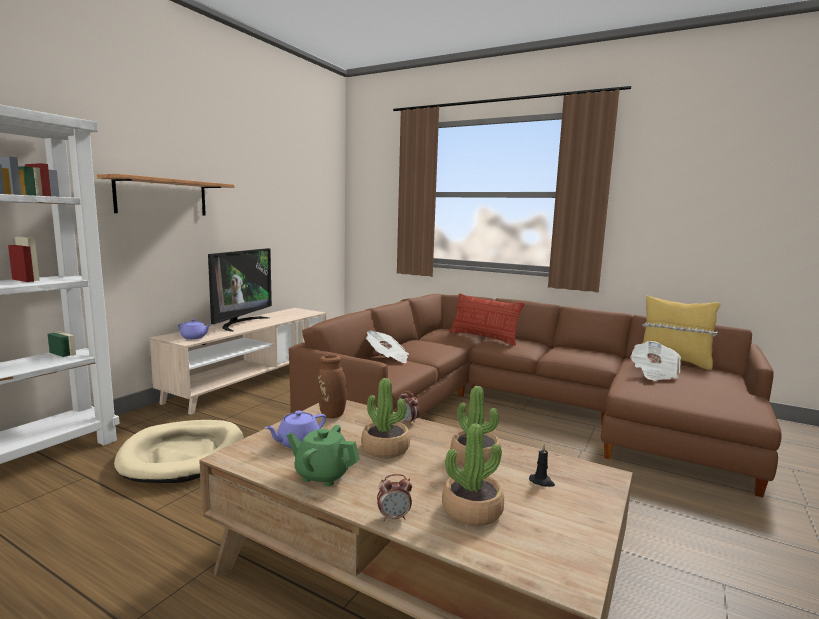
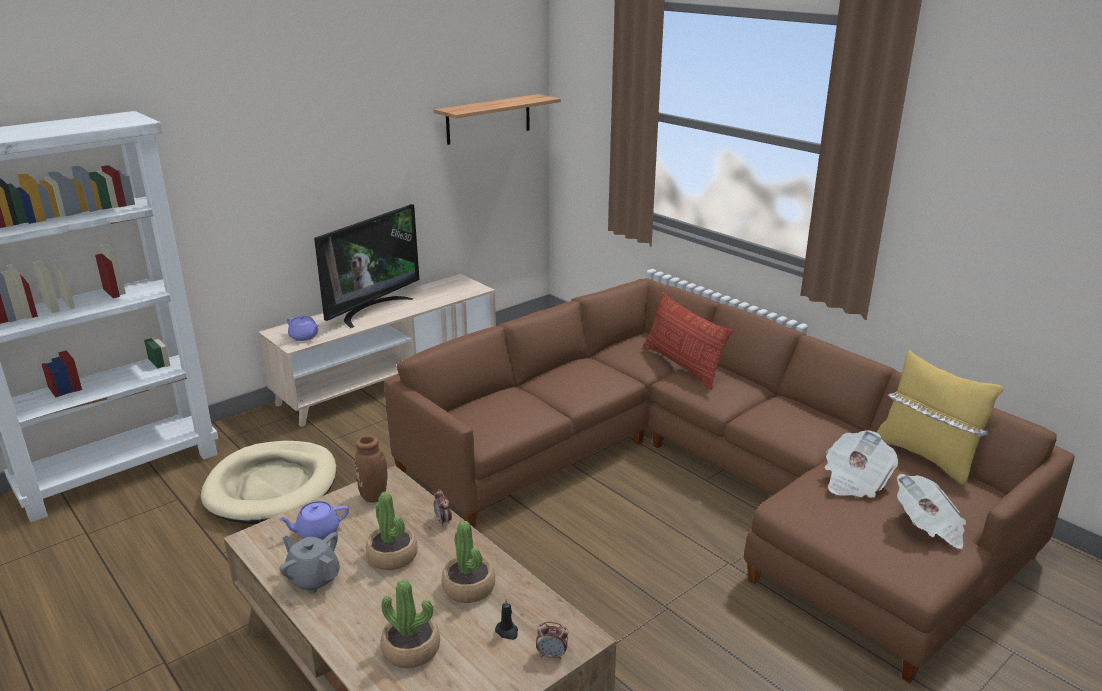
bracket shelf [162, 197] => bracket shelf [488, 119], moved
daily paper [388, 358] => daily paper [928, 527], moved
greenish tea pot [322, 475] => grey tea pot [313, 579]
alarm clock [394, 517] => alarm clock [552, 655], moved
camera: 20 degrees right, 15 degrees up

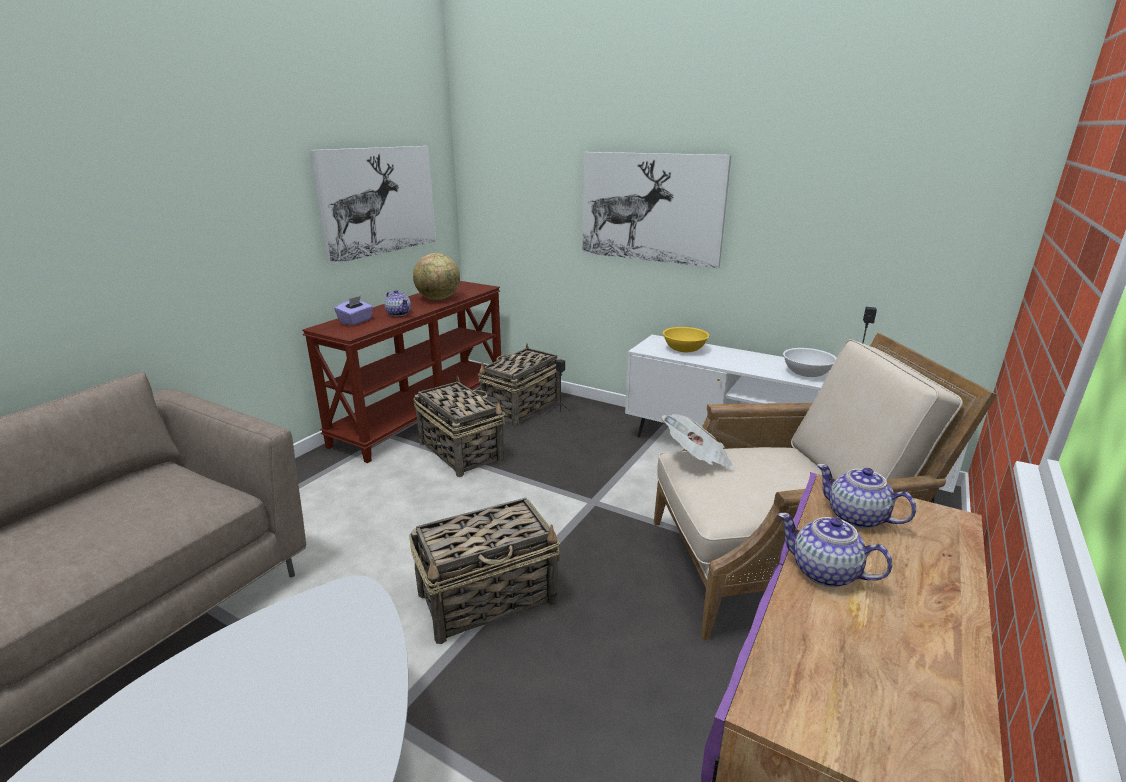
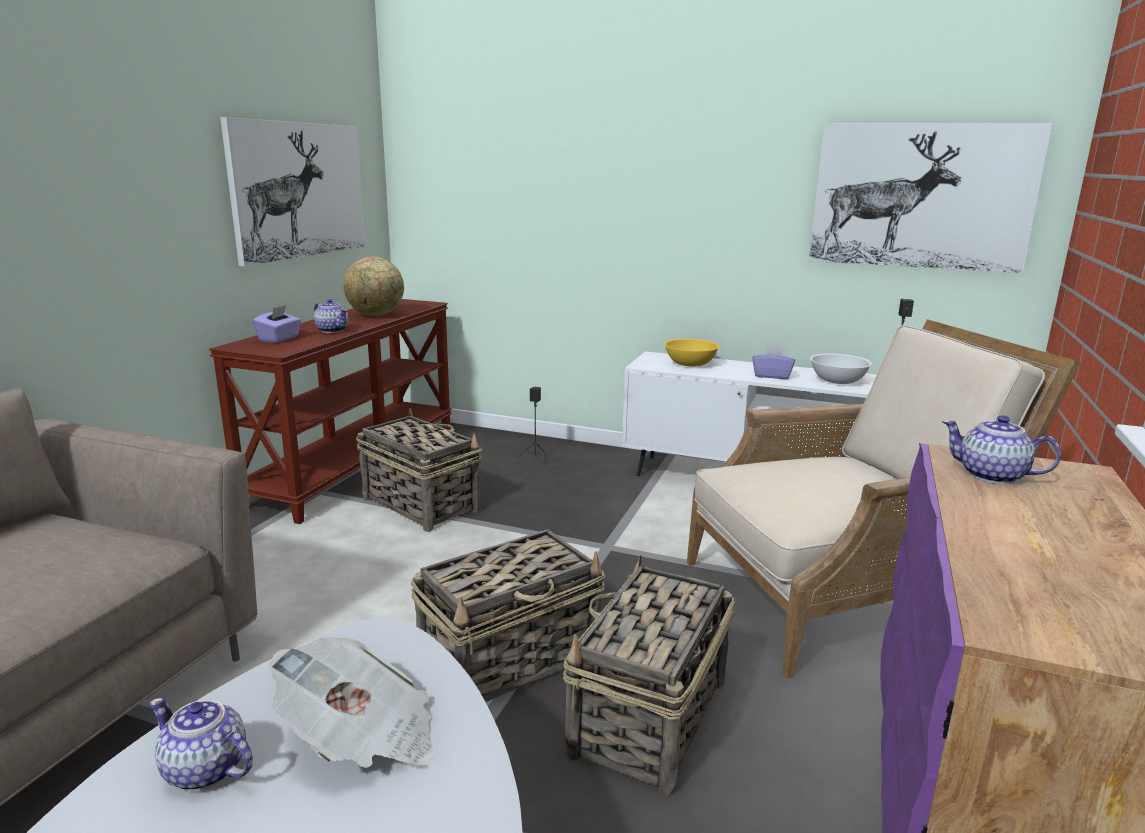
picture [651, 208] => picture [921, 196], moved
storage basket [521, 408] => storage basket [648, 719], moved
daily paper [697, 458] => daily paper [361, 738], moved
tea pot [825, 573] => tea pot [205, 770], moved
nothing => purple-coloured box of tissues [771, 375]
camera: 10 degrees left, 5 degrees down

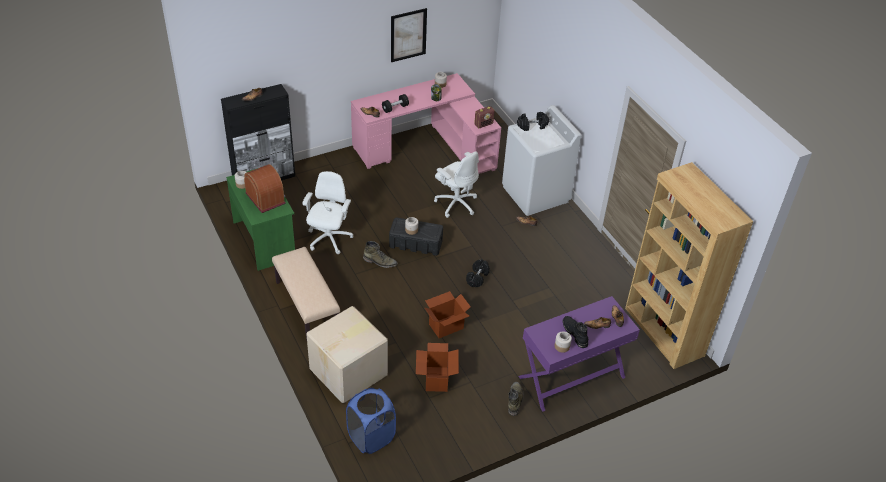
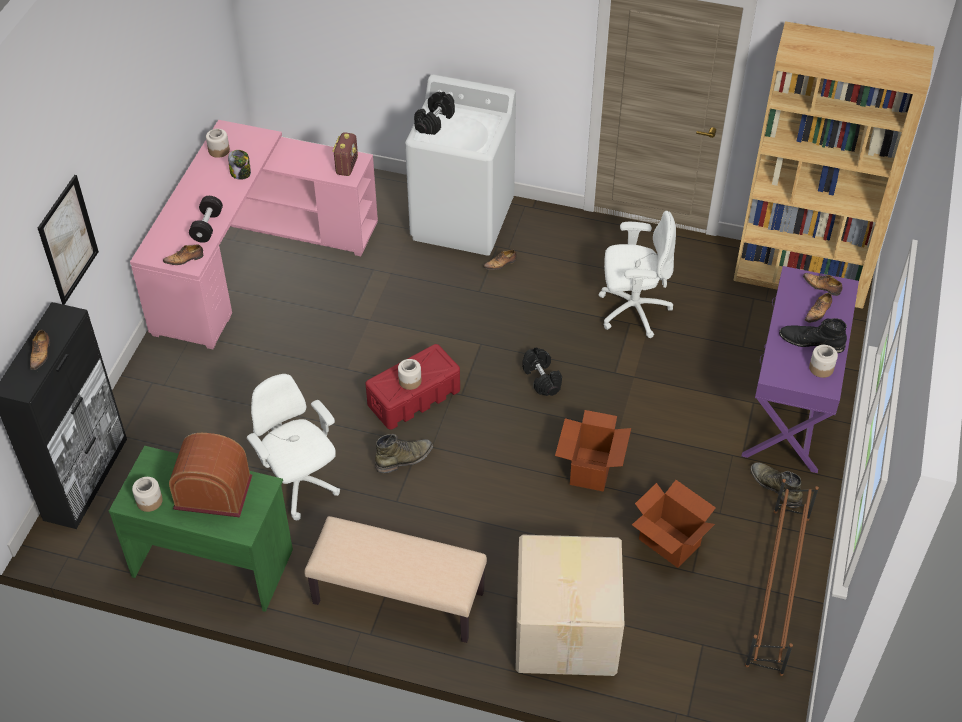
picture [408, 35] => picture [68, 240], moved
whitish computer chair [456, 203] => whitish computer chair [632, 310], moved
black-coloured storage container [416, 244] => red-coloured storage container [414, 397]
blue washing basket [371, 437] => nothing
nothing => brownish shoe rack [777, 590]
camera: 45 degrees left, 5 degrees up

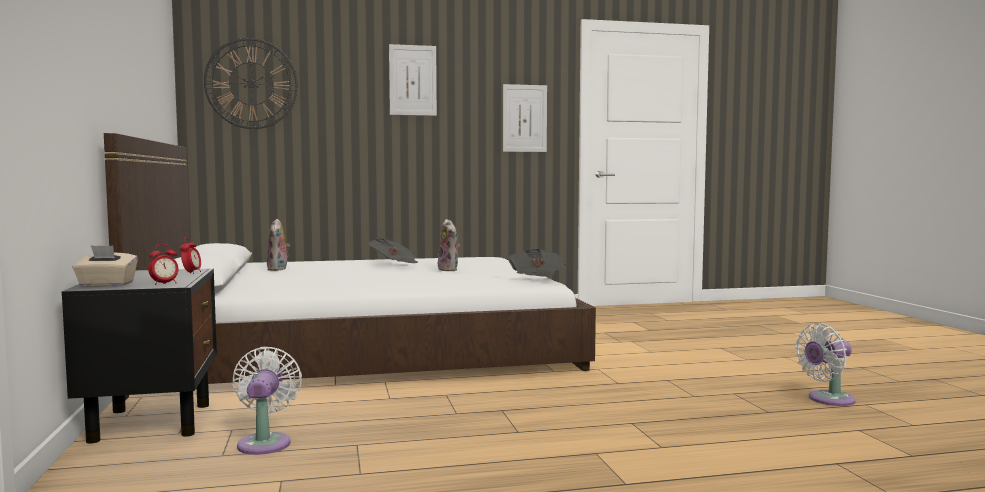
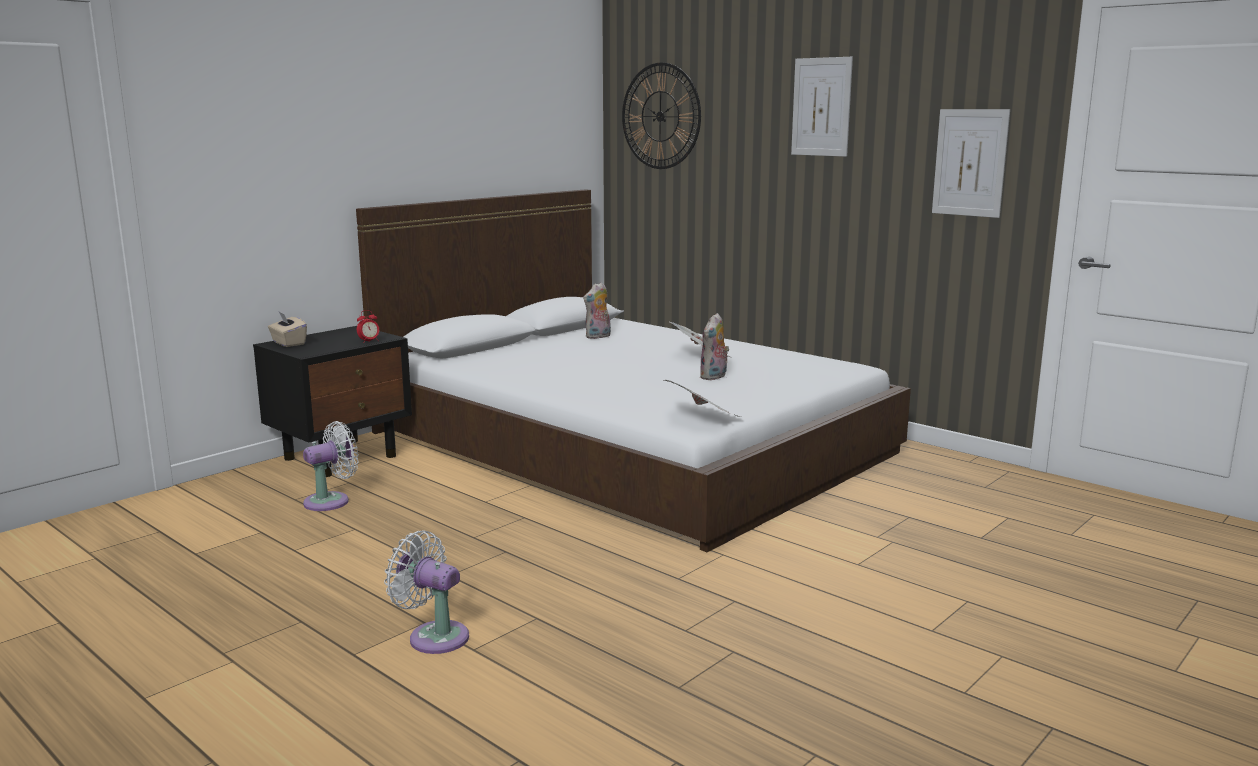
alarm clock [164, 284] => nothing
whitish electric fan [827, 400] => whitish electric fan [434, 636], moved
camera: 55 degrees right, 10 degrees up

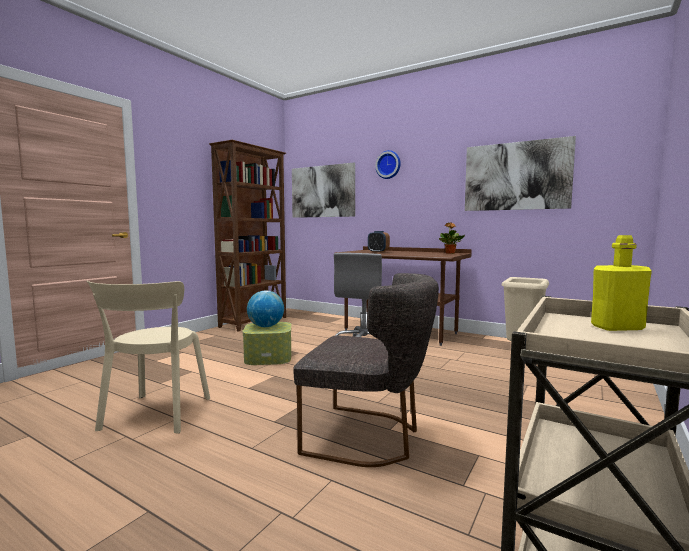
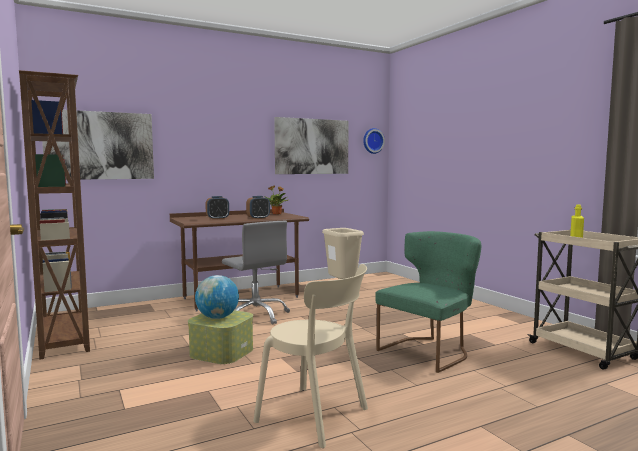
wall clock [388, 165] => wall clock [372, 141], moved
grey chair [369, 437] => greenish chair [429, 351]
nothing => alarm clock [258, 218]
camera: 60 degrees left, 0 degrees up

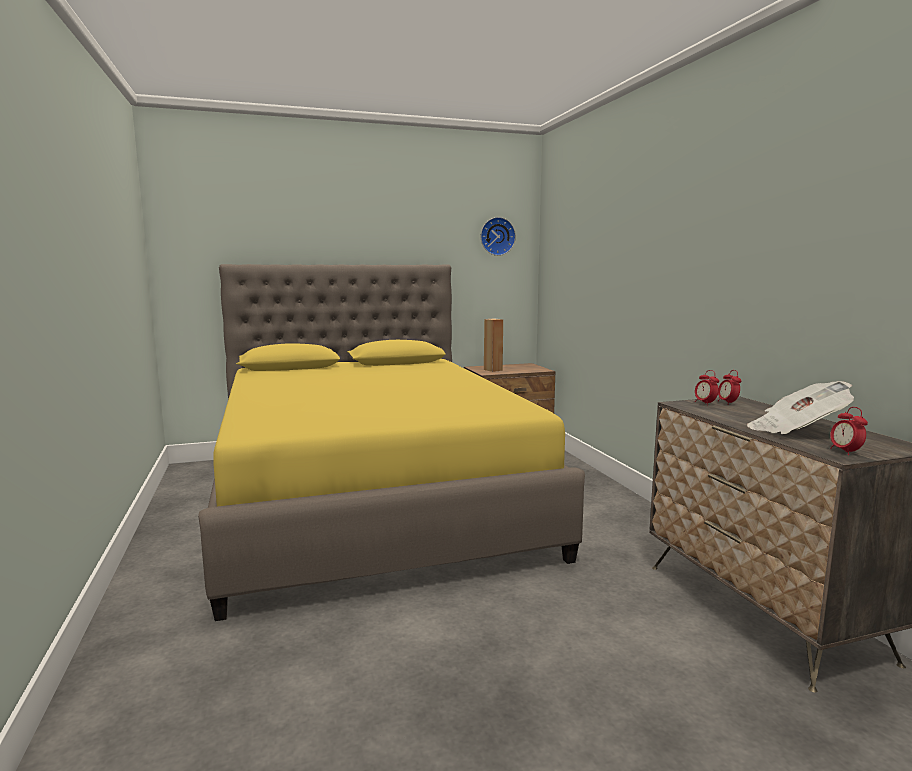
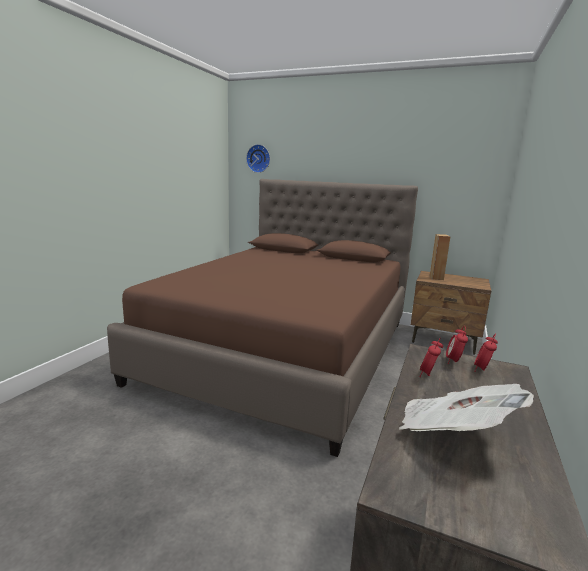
wall clock [497, 236] => wall clock [259, 158], moved
yellowish bedroom bed [371, 499] => brownish bedroom bed [285, 349]
alarm clock [845, 452] => alarm clock [428, 375], moved
camera: 40 degrees right, 5 degrees up

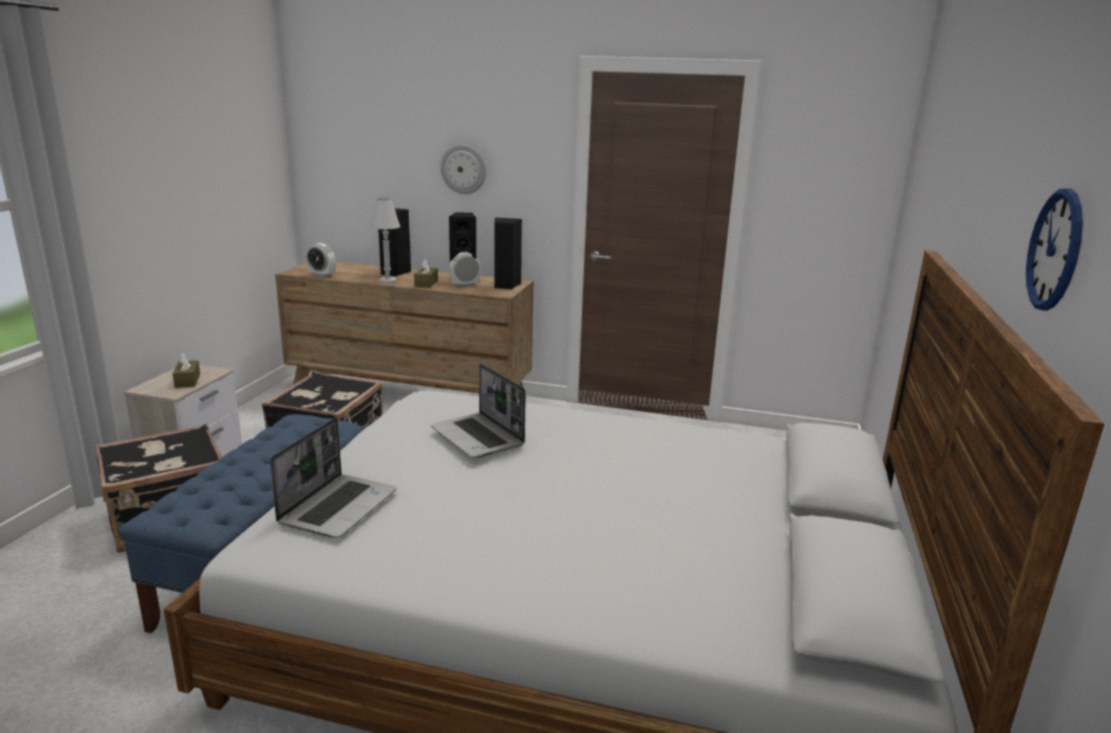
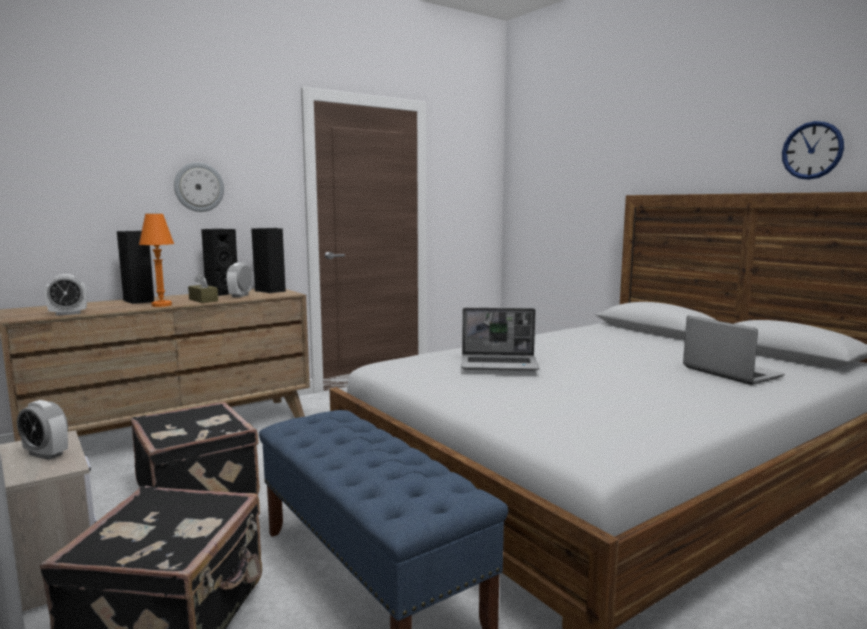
whitish tabletop lamp [387, 281] => orange-coloured tabletop lamp [161, 305]
brownish box of tissues [187, 381] => alarm clock [46, 454]
laptop [338, 507] => laptop [730, 372], moved
camera: 50 degrees left, 10 degrees down

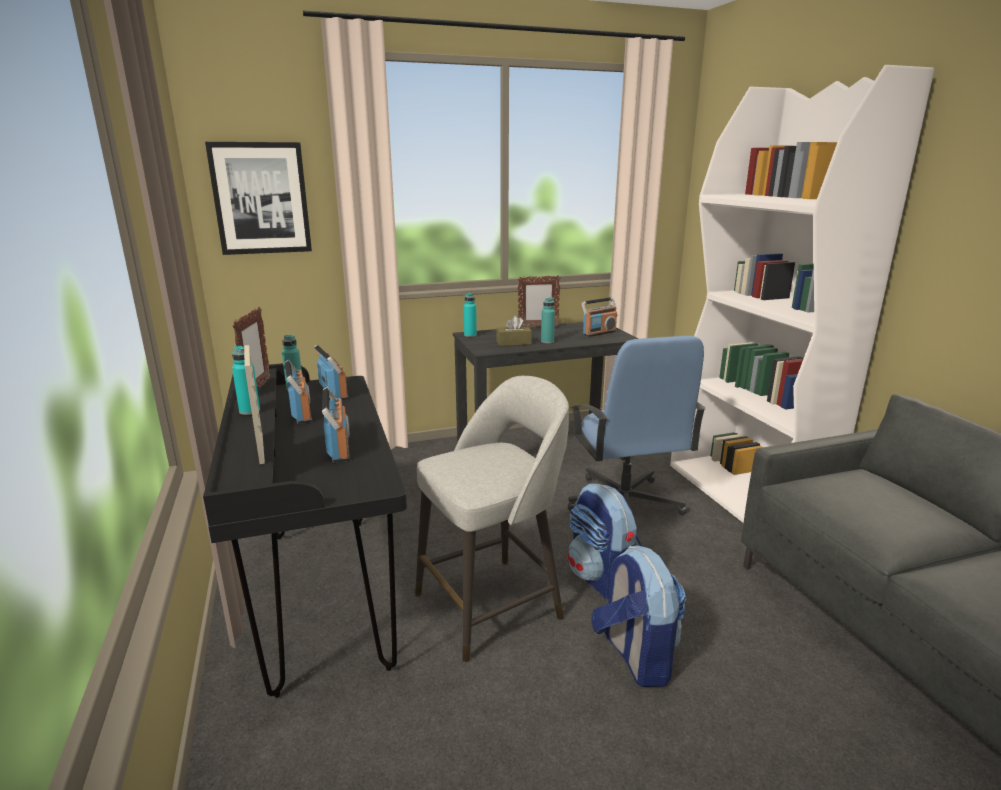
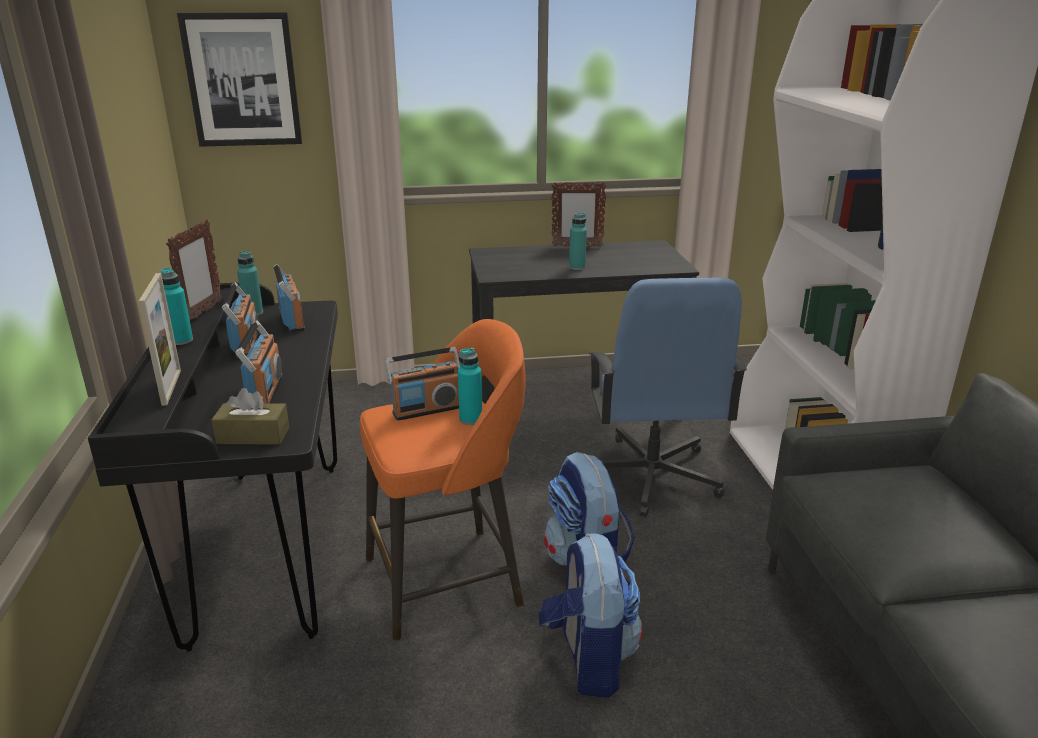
turquoise beverage bottle [470, 335] => turquoise beverage bottle [470, 419], moved
radio set [599, 333] => radio set [426, 410], moved
brownish box of tissues [513, 343] => brownish box of tissues [253, 435], moved
grey stool seat [492, 604] => orange-coloured stool seat [448, 580]
camera: 10 degrees right, 5 degrees up

